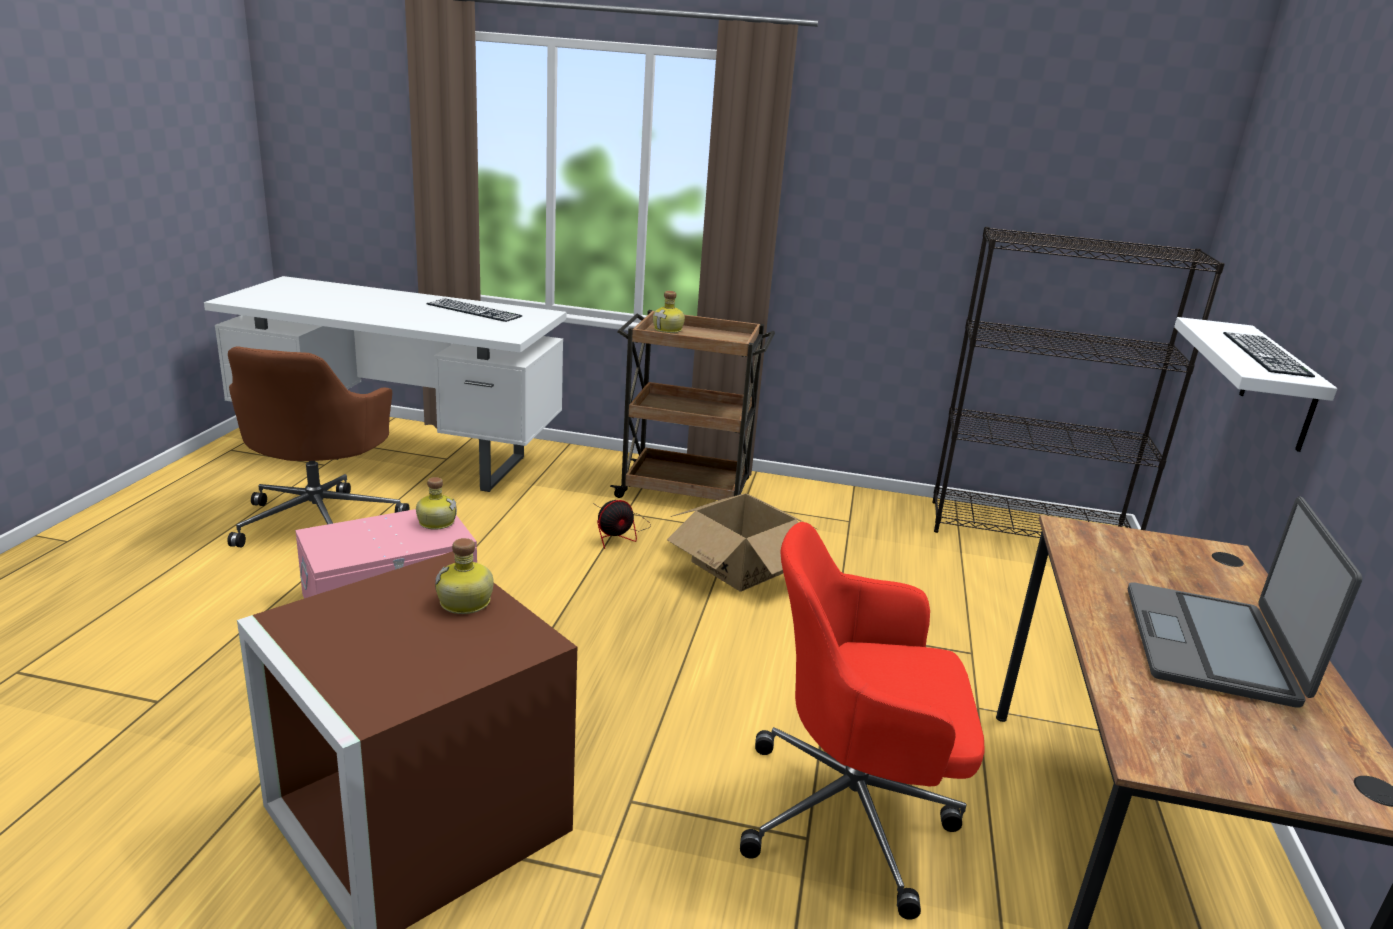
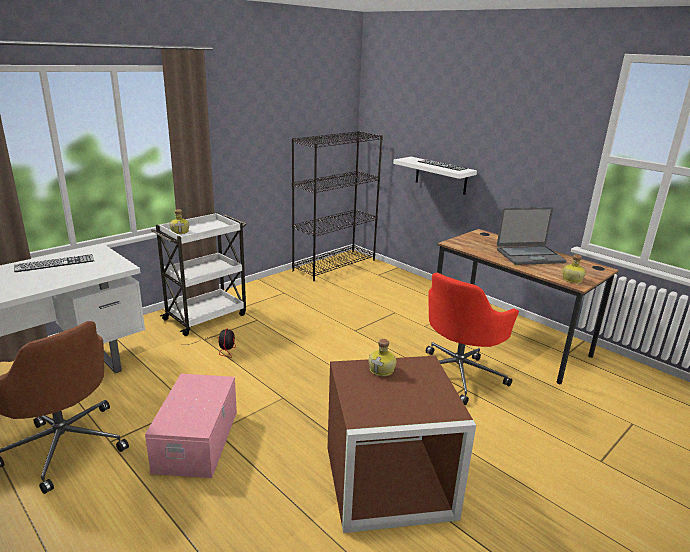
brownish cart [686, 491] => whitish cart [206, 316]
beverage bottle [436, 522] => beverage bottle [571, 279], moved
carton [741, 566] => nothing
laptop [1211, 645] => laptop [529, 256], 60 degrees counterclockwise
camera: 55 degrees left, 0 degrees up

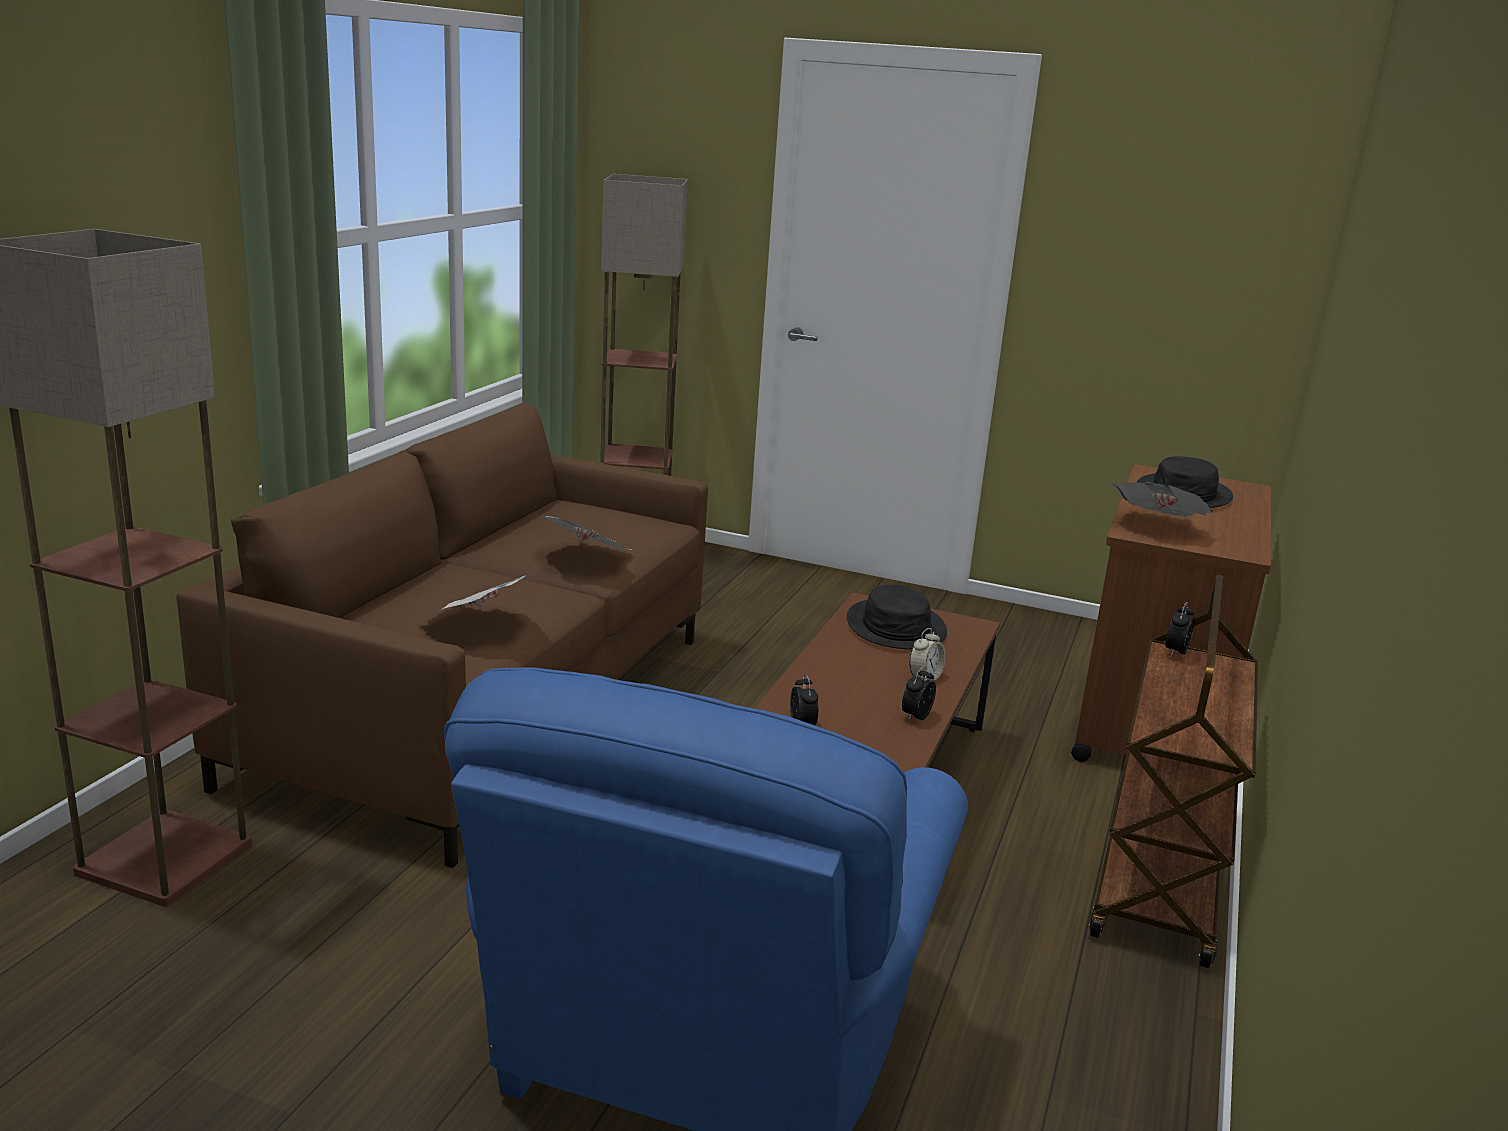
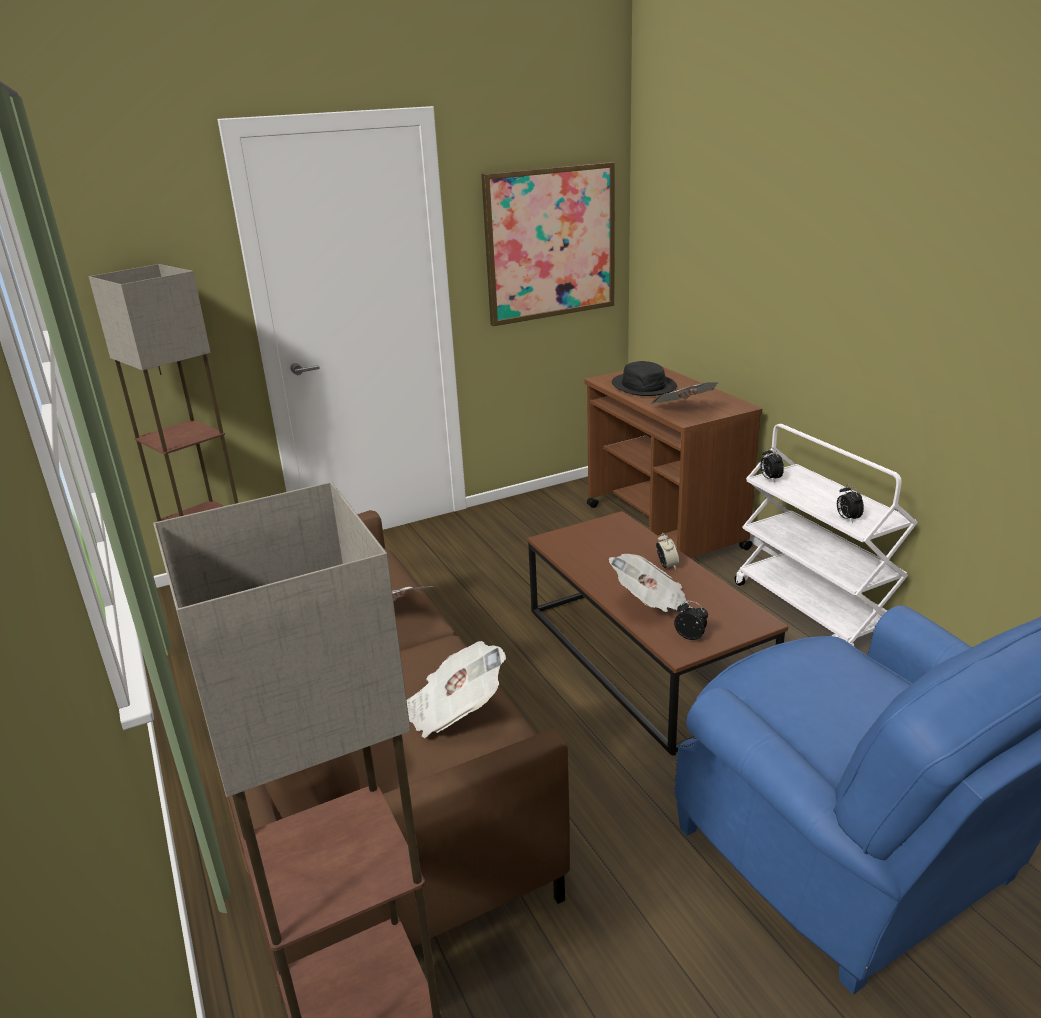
brownish cart [1159, 883] => whitish cart [813, 610]
black-coloured wearable hat [895, 627] => nothing
alarm clock [916, 717] => alarm clock [847, 518], moved
nothing => picture [550, 243]
nothing => daily paper [652, 603]
camera: 45 degrees left, 5 degrees up

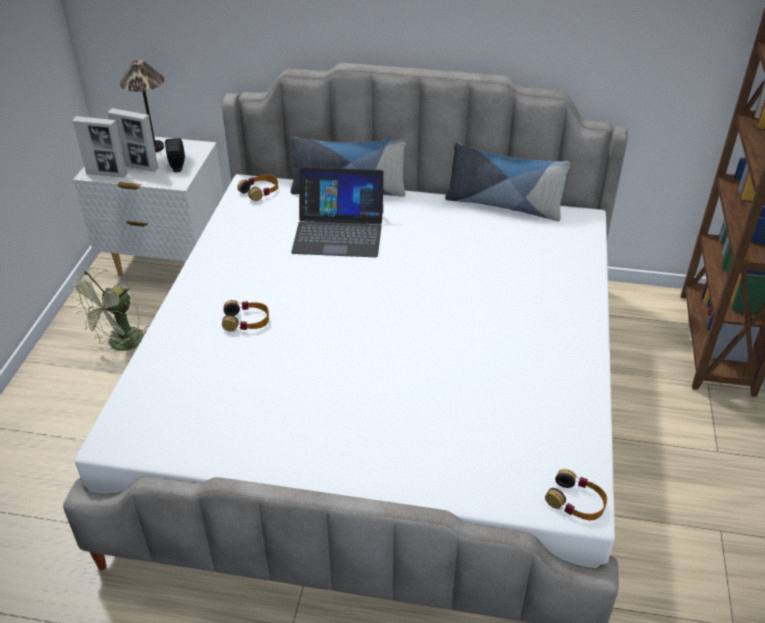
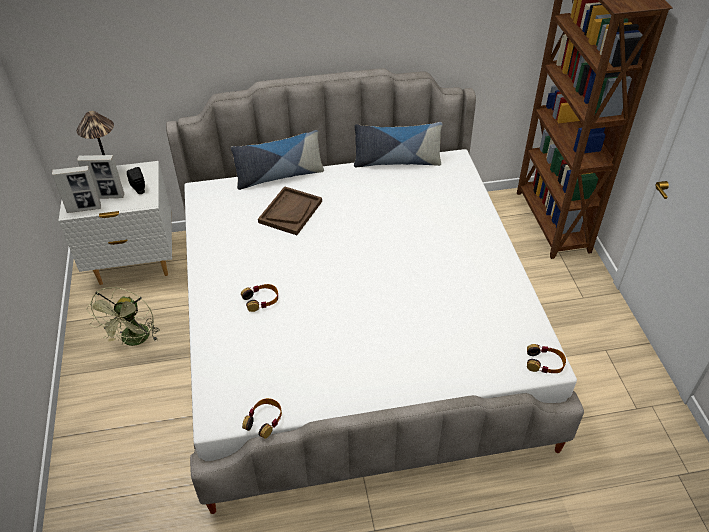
laptop [338, 231] => brownish carrying tray [290, 212]
pair of headphones [260, 191] => pair of headphones [264, 420], moved
camera: 20 degrees left, 5 degrees up

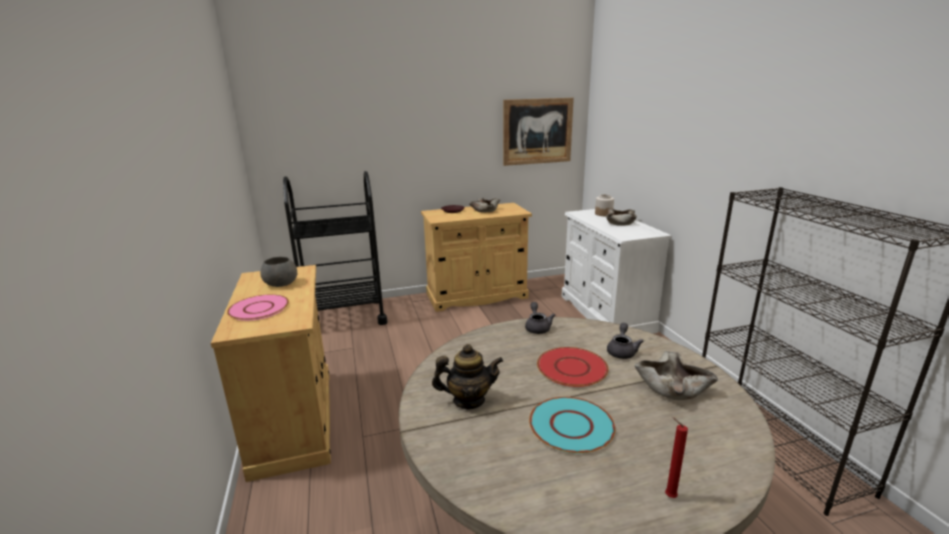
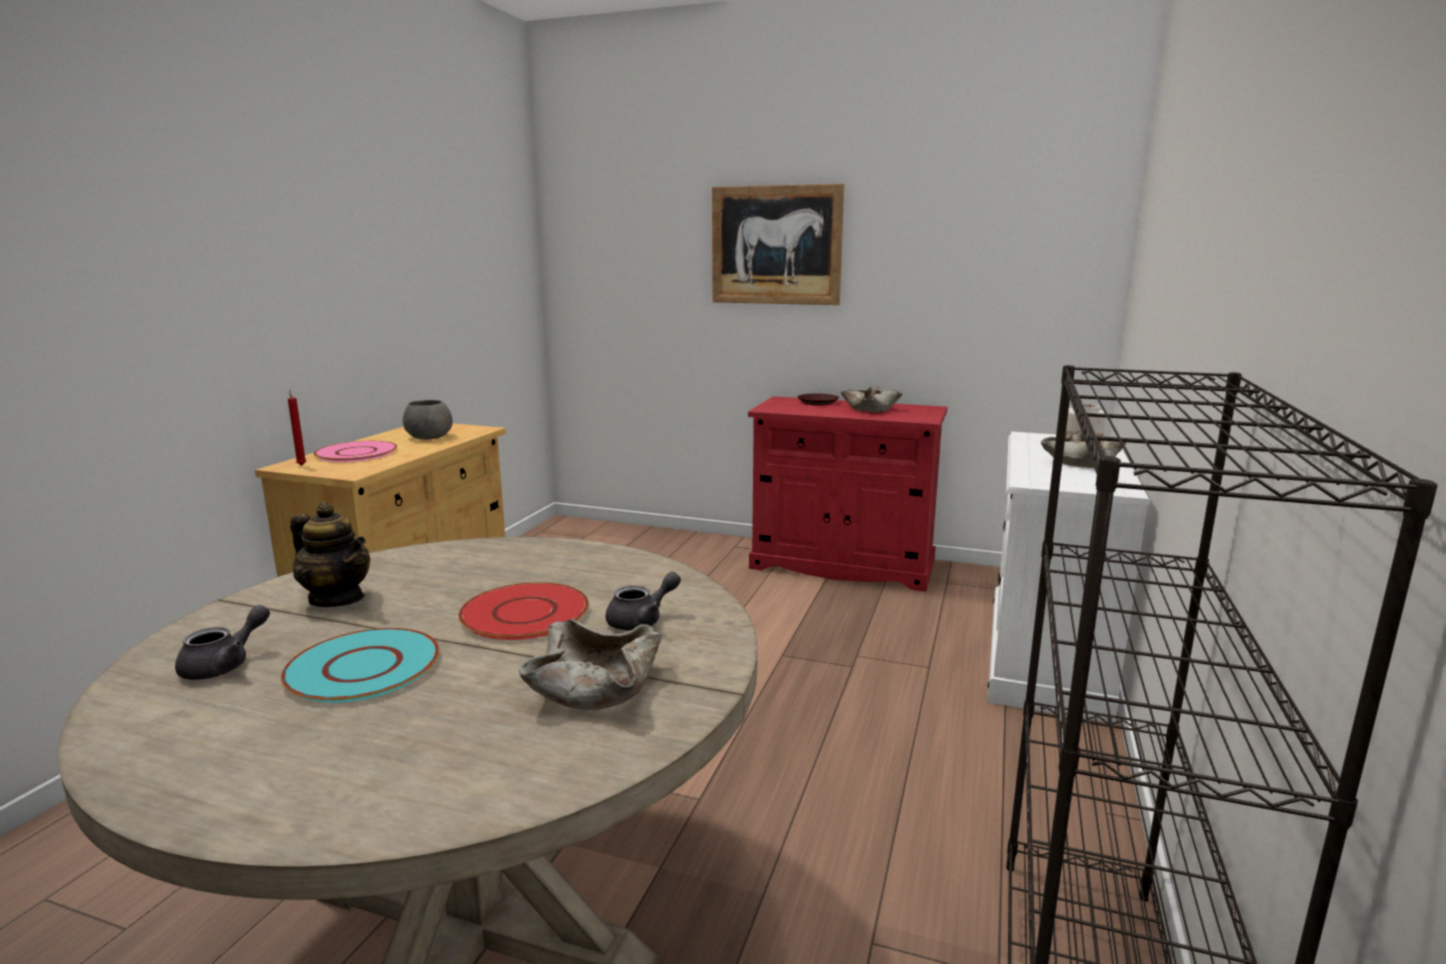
picture [537, 131] => picture [776, 245], moved
black-coloured cart [345, 316] => nothing
beige-coloured cupboard [476, 296] => red-coloured cupboard [842, 565]
grey tea pot [537, 327] => grey tea pot [225, 665], moved
red-coloured candle [668, 496] => red-coloured candle [301, 465], moved
camera: 35 degrees right, 5 degrees down

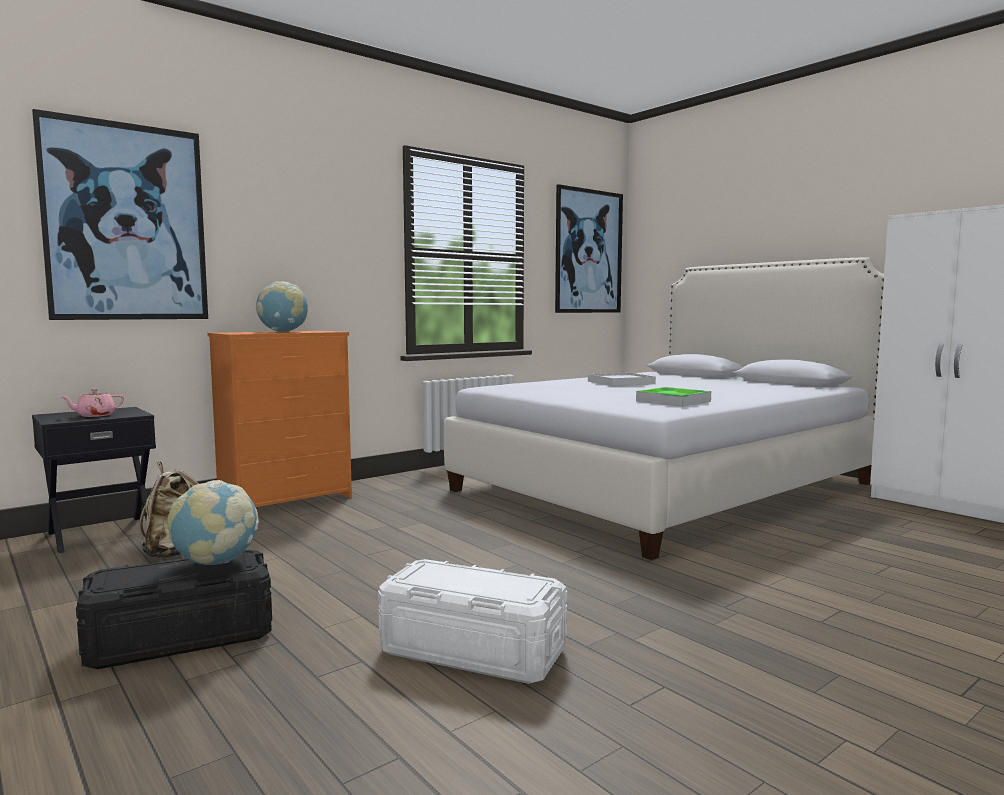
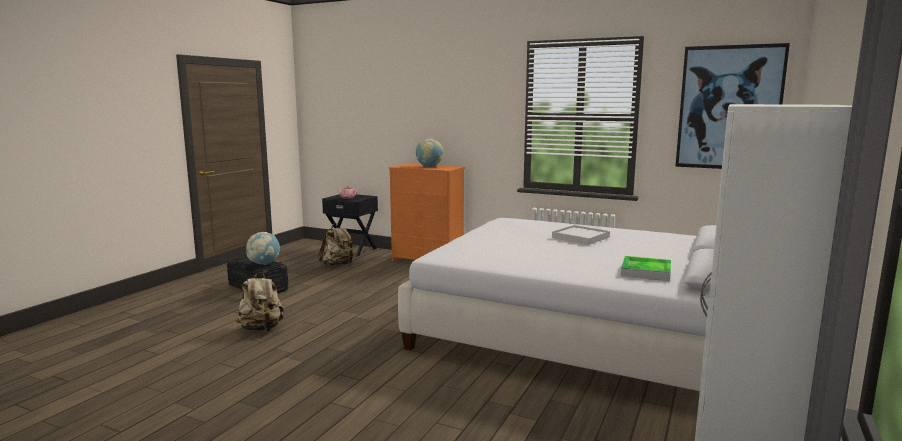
picture [126, 222] => nothing
carrying tray [673, 401] => carrying tray [646, 272], moved
whitish storage container [472, 650] => beige-coloured knapsack [262, 329]
camera: 65 degrees right, 5 degrees up

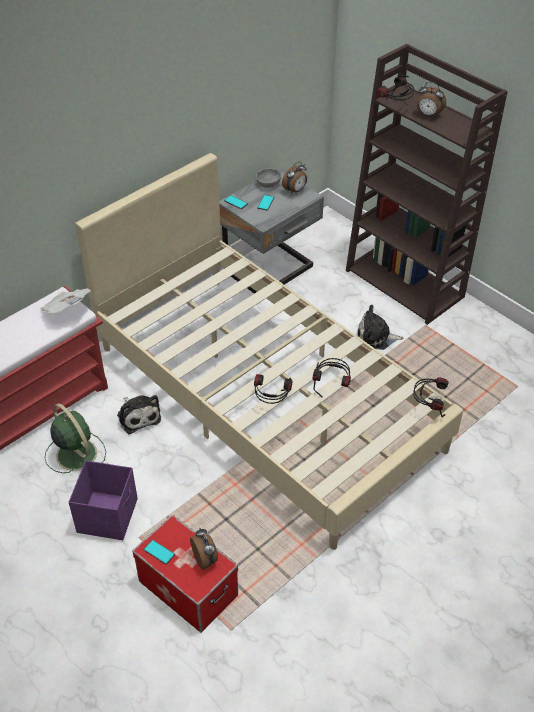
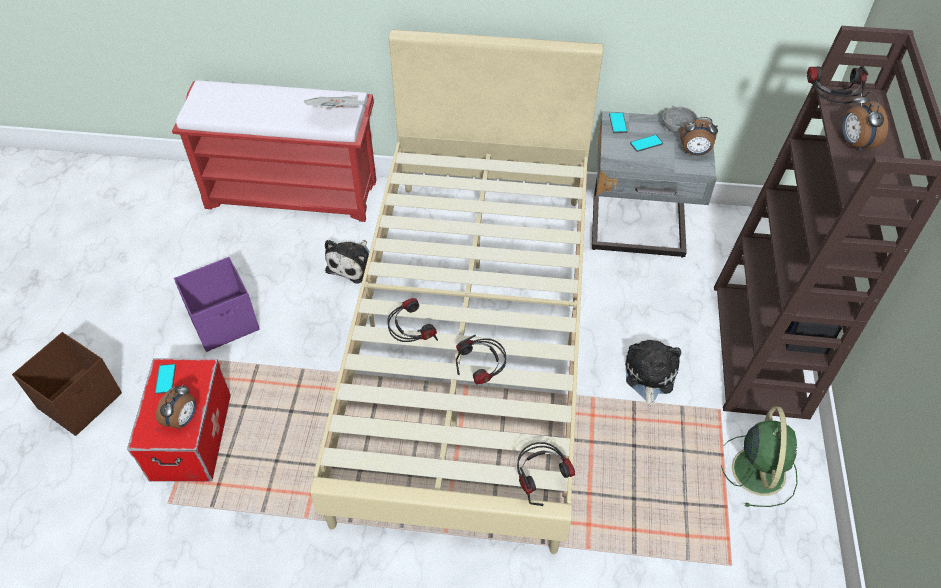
plush toy [375, 337] => plush toy [649, 376], 45 degrees clockwise
greenish electric fan [75, 453] => greenish electric fan [758, 469], moved
nothing => brownish storage container [81, 400]
camera: 50 degrees right, 5 degrees up

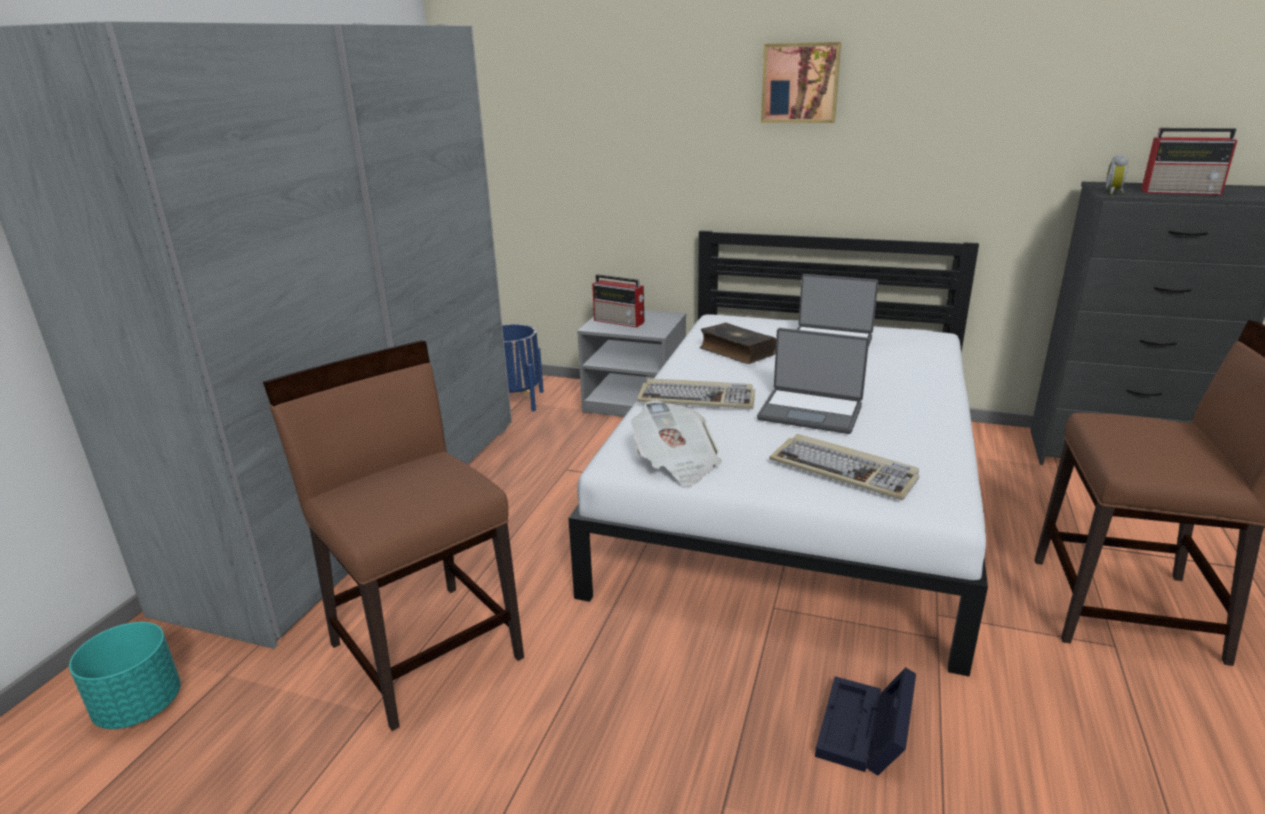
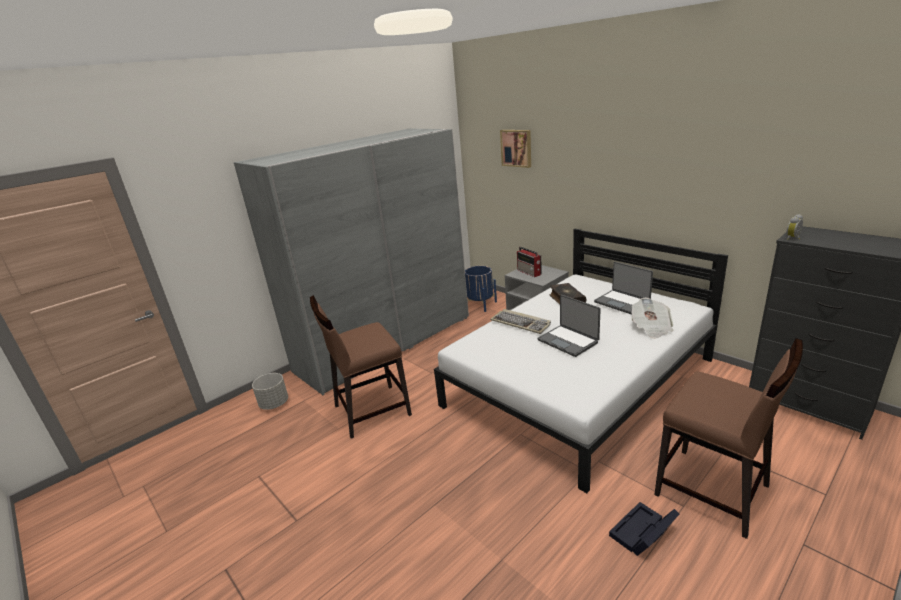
picture [800, 83] => picture [516, 148], moved
radio set [1182, 192] => nothing
brownish chair [426, 648] => brownish chair [371, 410], 105 degrees counterclockwise
daily paper [676, 464] => daily paper [651, 328], moved
PC keyboard [844, 471] => nothing
turquoise plant pot [139, 707] => grey plant pot [274, 404]
black-coloured storage container [864, 733] => black-coloured storage container [642, 534], moved
camera: 30 degrees right, 0 degrees up

